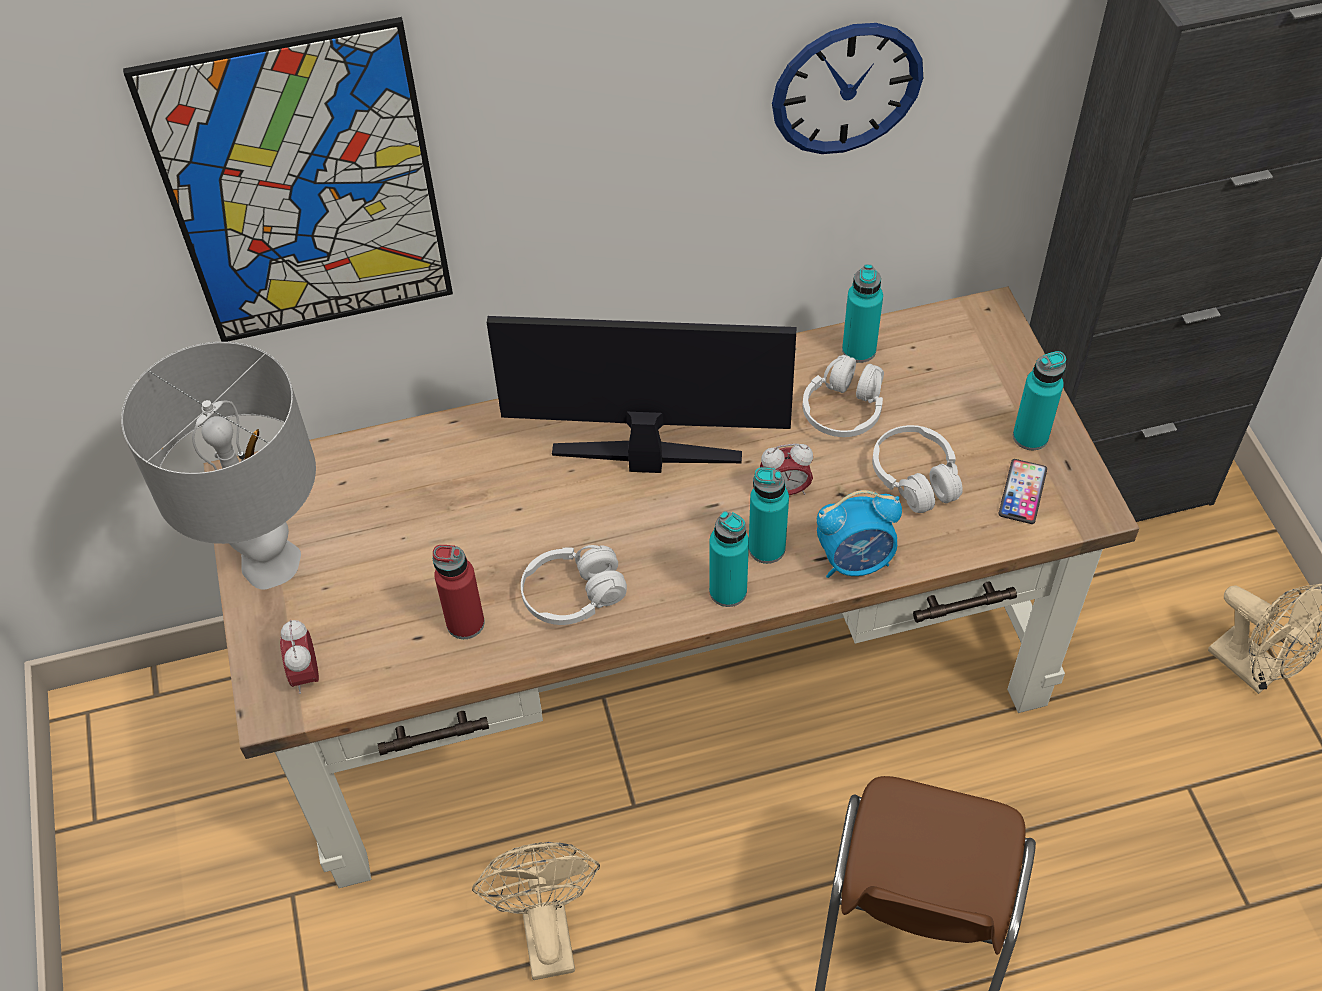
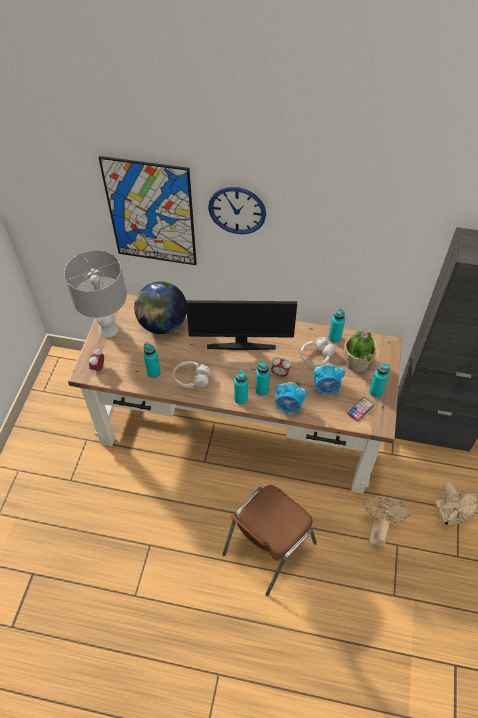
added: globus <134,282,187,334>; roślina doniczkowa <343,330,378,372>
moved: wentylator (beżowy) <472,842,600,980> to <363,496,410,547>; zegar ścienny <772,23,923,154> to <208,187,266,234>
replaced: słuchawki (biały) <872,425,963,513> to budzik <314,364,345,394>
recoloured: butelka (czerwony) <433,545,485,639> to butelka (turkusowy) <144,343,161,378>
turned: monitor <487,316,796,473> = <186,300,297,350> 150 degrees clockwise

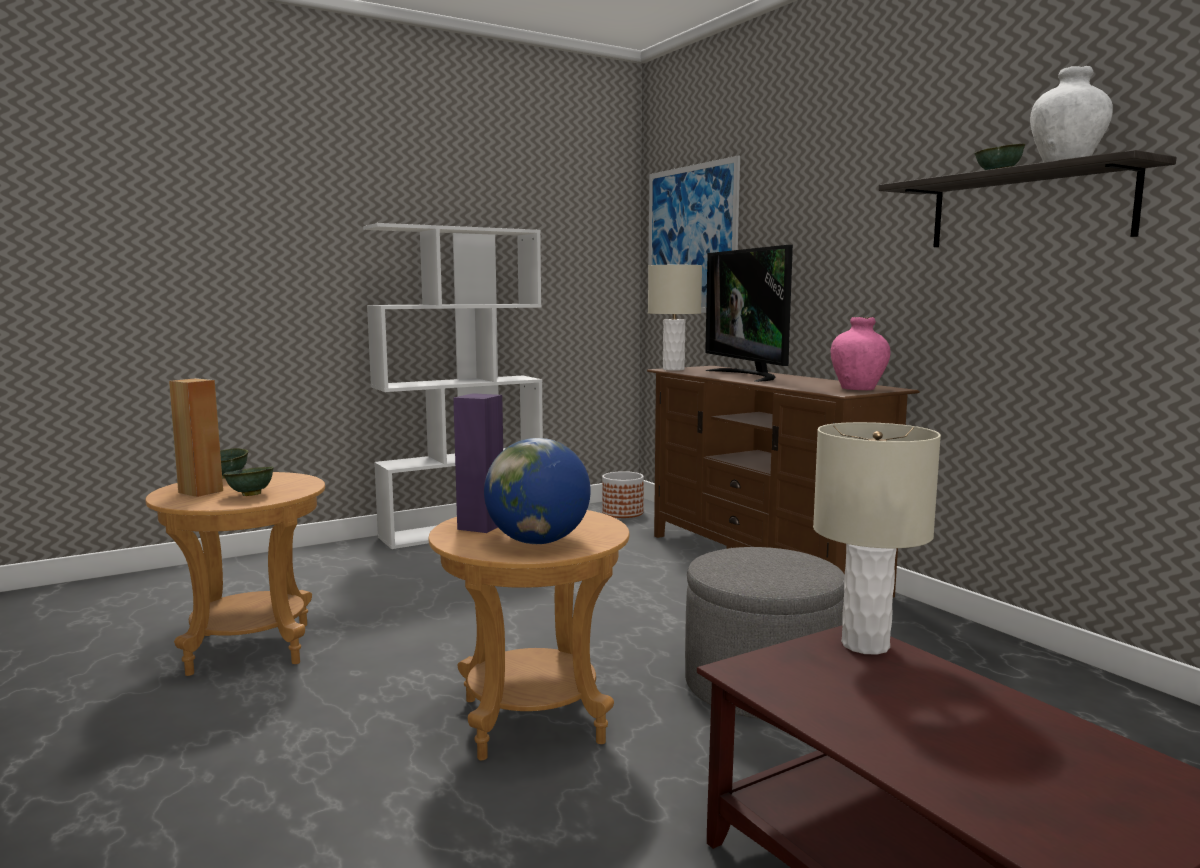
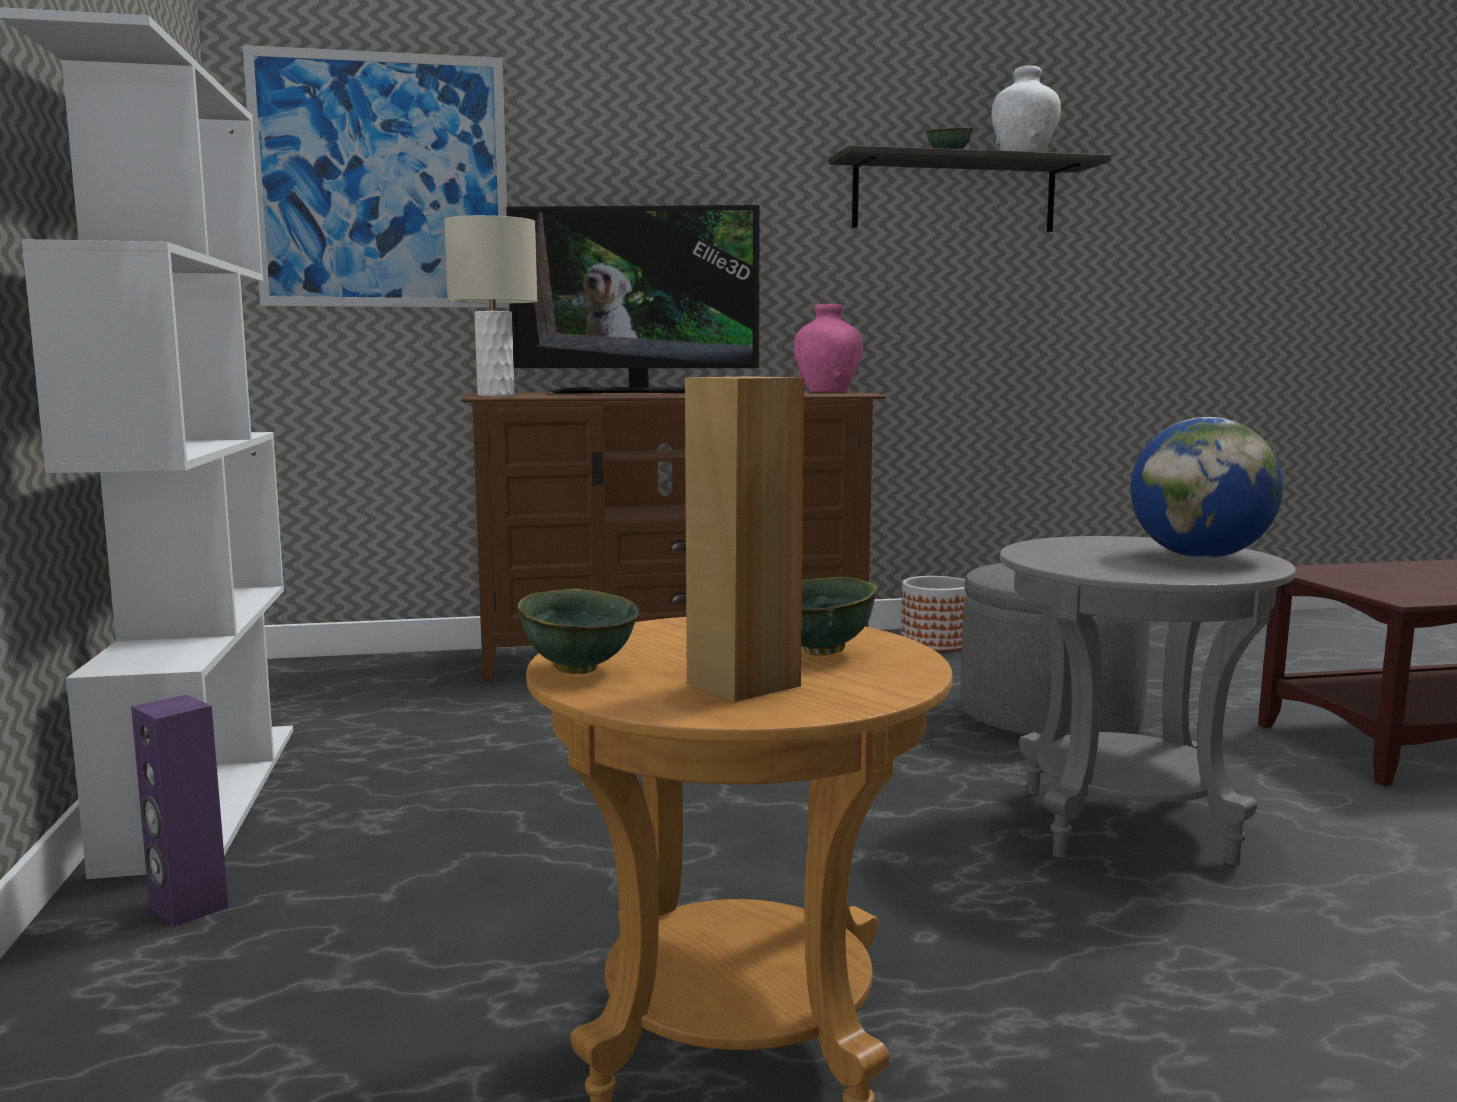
removed: lampa stołowa (beżowy) <813,422,941,655>
moved: głośnik (fioletowy) <453,393,503,533> to <131,695,229,927>; donica <602,471,644,518> to <901,576,966,652>
recoloured: stolik (brązowy) <429,510,630,760> to stolik (szary) <1000,536,1296,866>

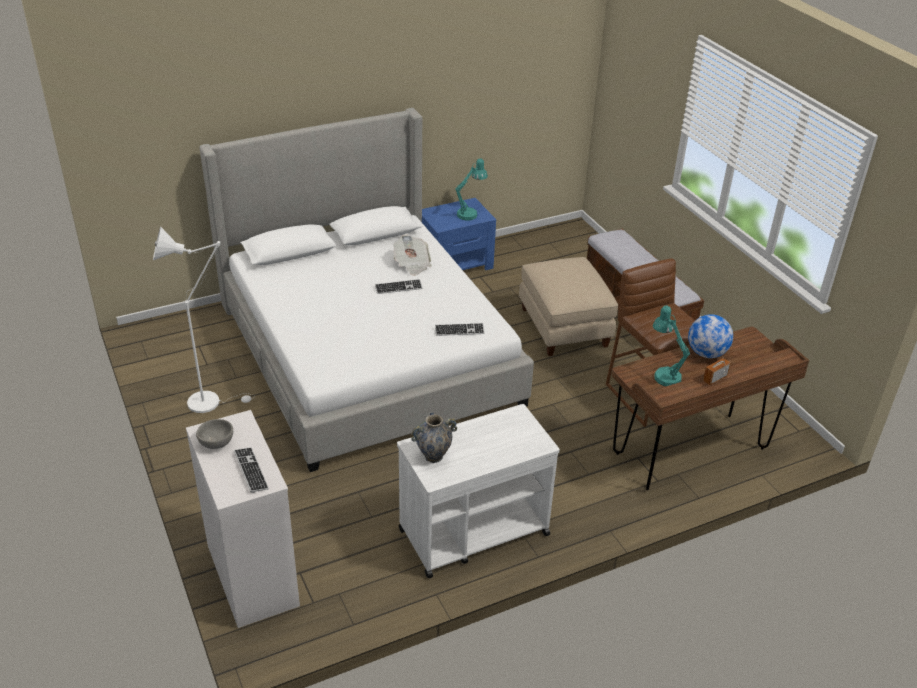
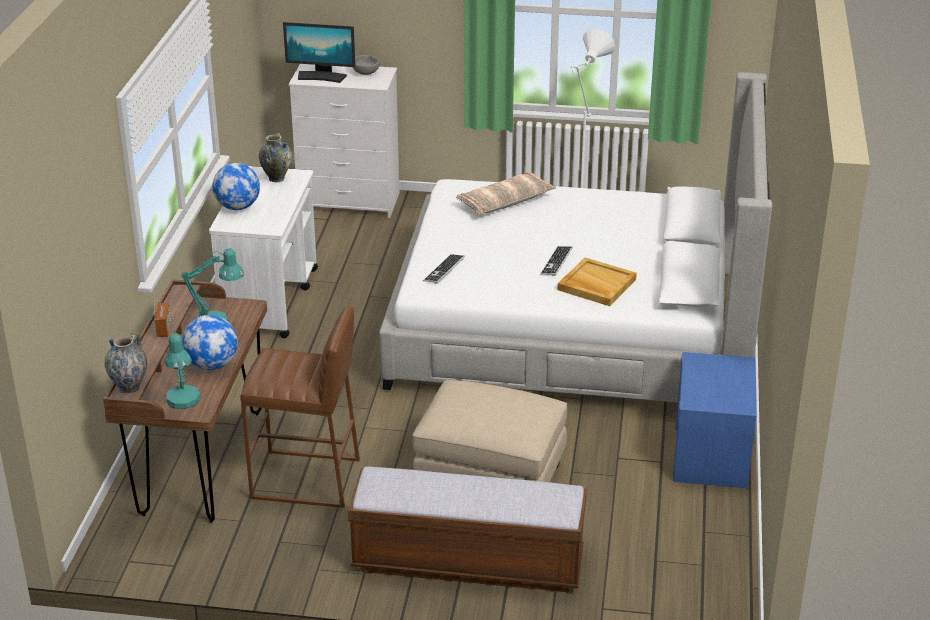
added: wazon <104,332,147,394>; globus <212,163,260,210>; poduszka <456,171,556,215>
moved: lampa stołowa (turkusowy) <455,159,488,220> to <164,329,200,409>
replaced: klawiatura <234,447,269,493> to monitor <283,22,355,83>; gazeta <393,235,432,276> to taca (beżowy) <557,258,637,306>

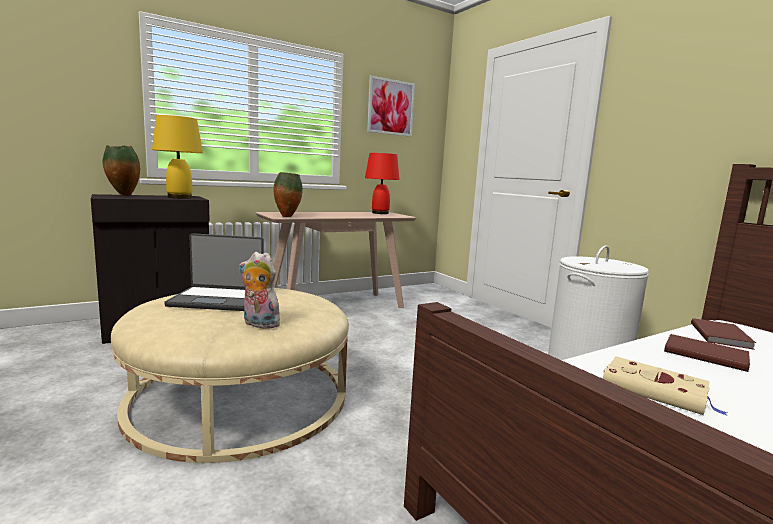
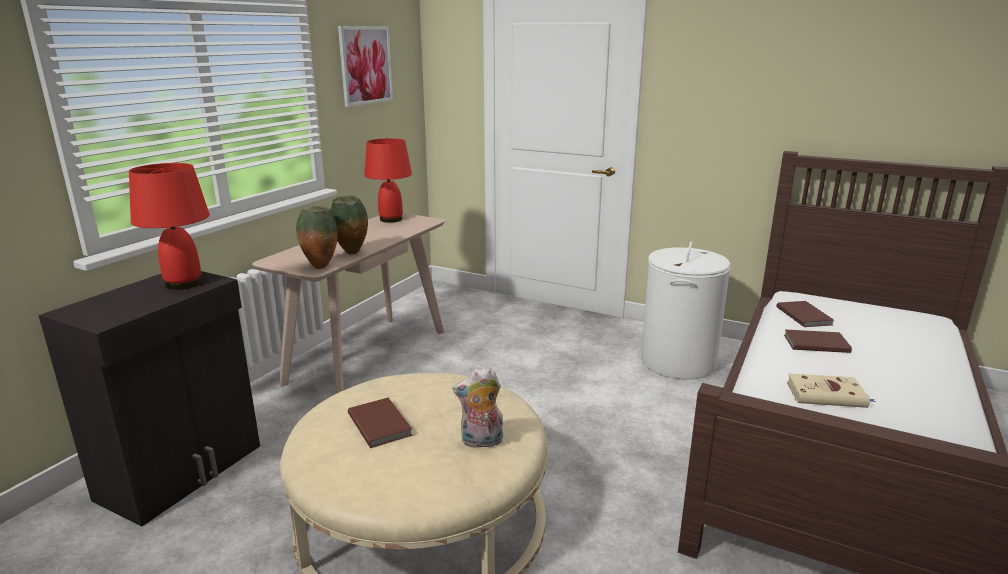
moved: wazon <102,145,140,196> to <331,196,368,255>
replaced: laptop <164,233,264,311> to książka (brązowy) <348,398,413,448>
recoloured: lampa stołowa (żółty) <152,115,203,198> to lampa stołowa (czerwony) <129,163,210,290>

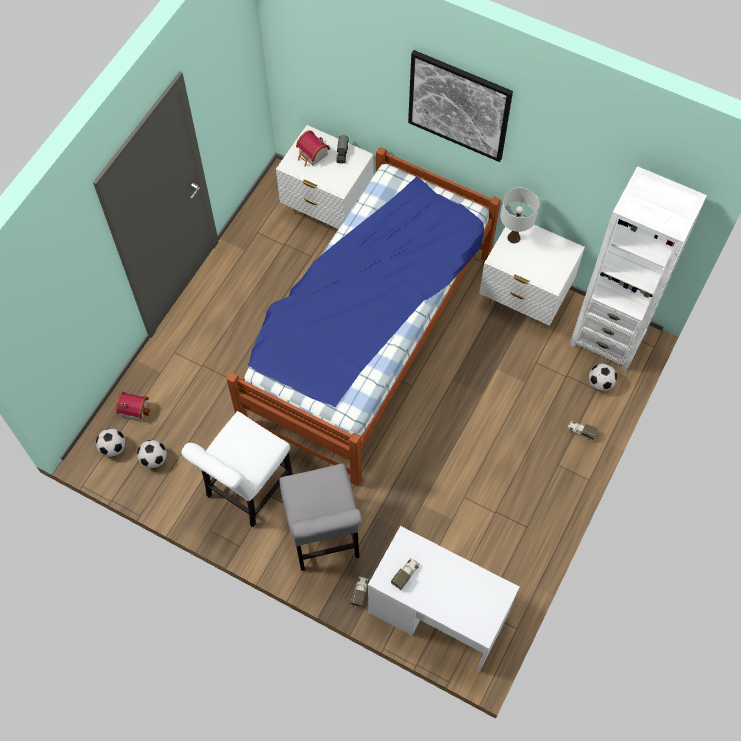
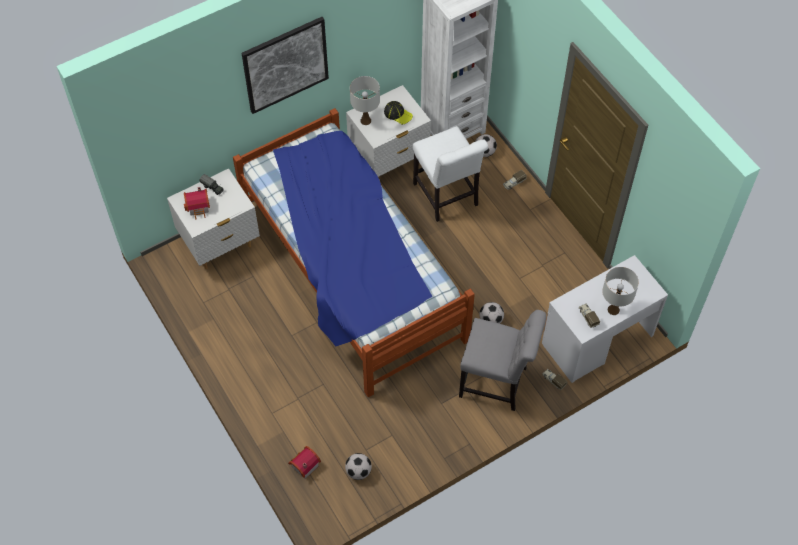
added: czapka z daszkiem <384,101,413,125>; lampa stołowa (biały) <602,267,639,315>
moved: piłka futbolowa <96,428,126,457> to <479,302,504,324>; krzesło (biały) <181,411,293,527> to <413,126,488,222>

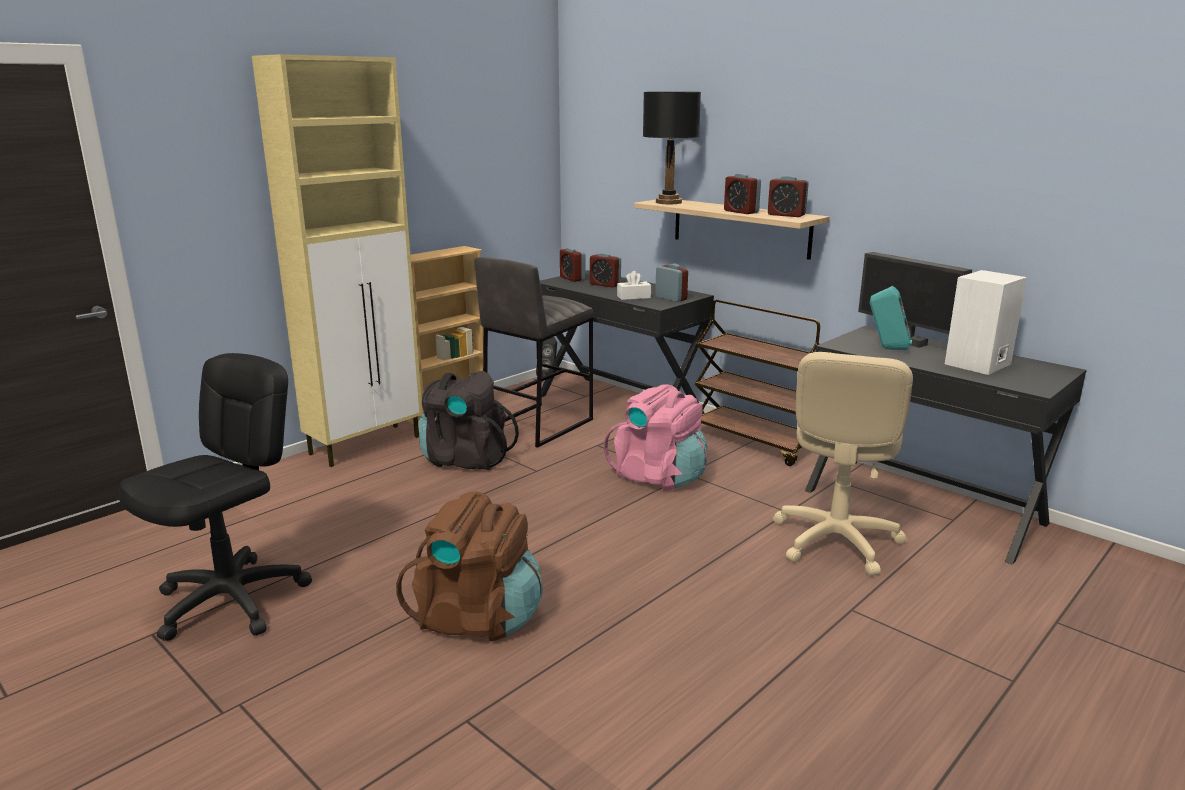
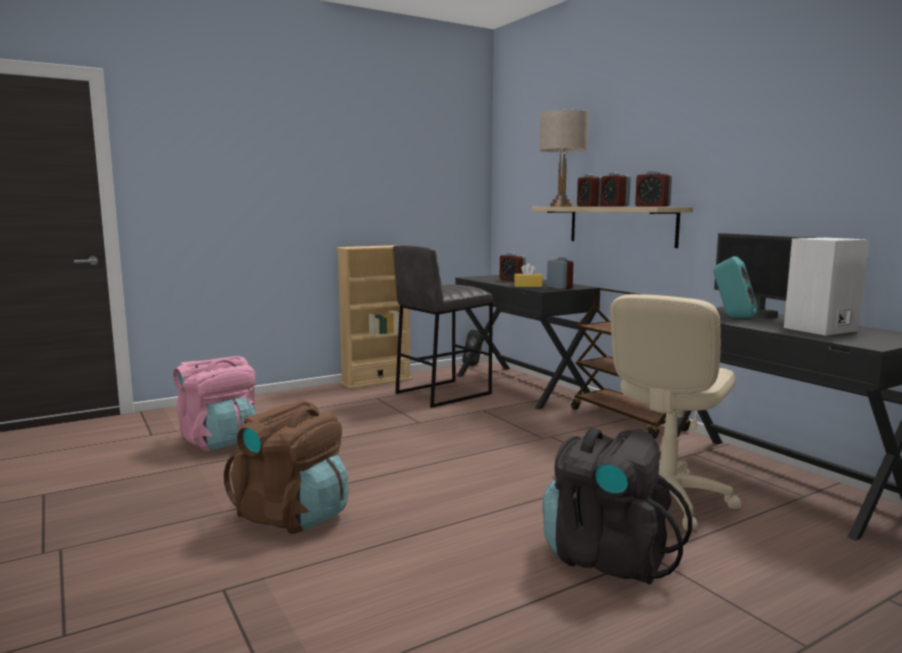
removed: krzesło biurowe (czarny) <119,353,312,641>; szafka (beżowy) <252,54,422,467>
moved: plecak (czarny) <418,371,519,470> to <542,428,692,584>; budzik <560,247,585,282> to <577,174,602,207>; plecak (różowy) <604,384,707,491> to <173,356,256,452>
recoloured: pudełko chusteczek (biały) <617,271,651,300> to pudełko chusteczek (żółty) <514,263,543,287>; lampa stołowa (czarny) <643,92,701,204> to lampa stołowa (beżowy) <539,110,589,207>

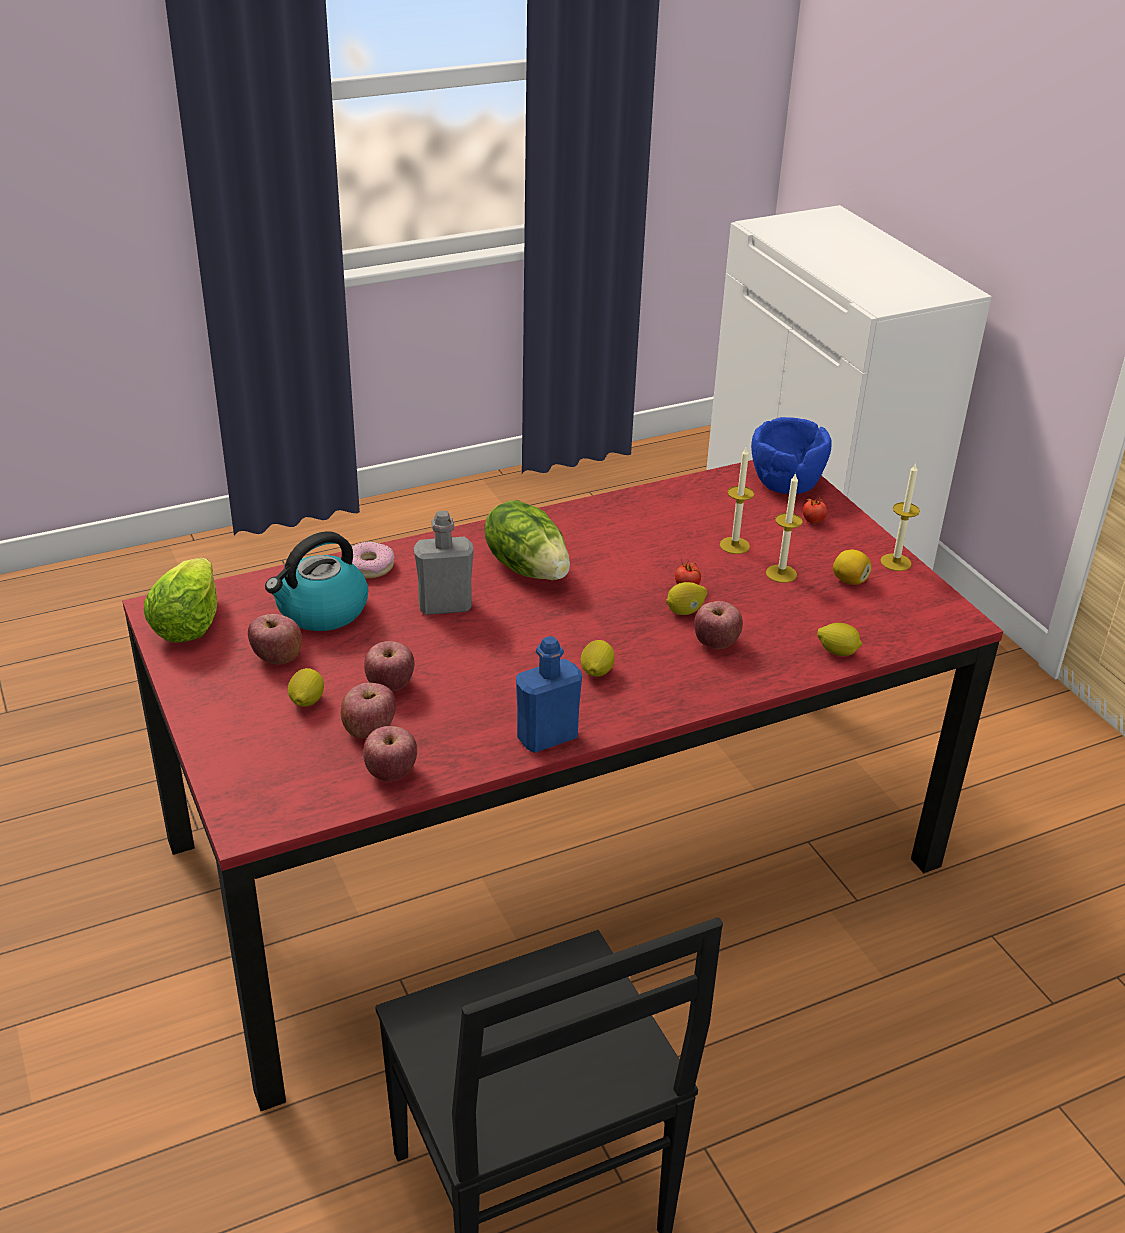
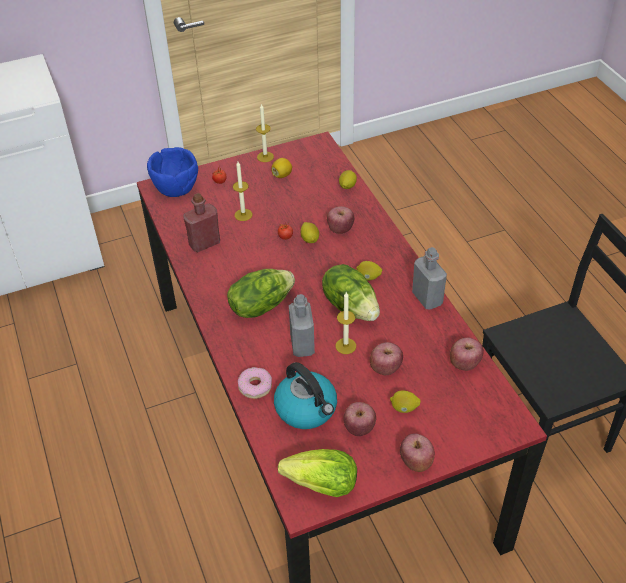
added: butelka (czerwony) <183,193,220,252>; sałata <322,264,380,321>
moved: jabłko <341,683,396,739> to <400,433,435,472>; świeca <766,473,803,583> to <336,292,356,354>
recoloured: butelka (niebieski) <516,636,582,753> to butelka (szary) <412,247,447,309>

